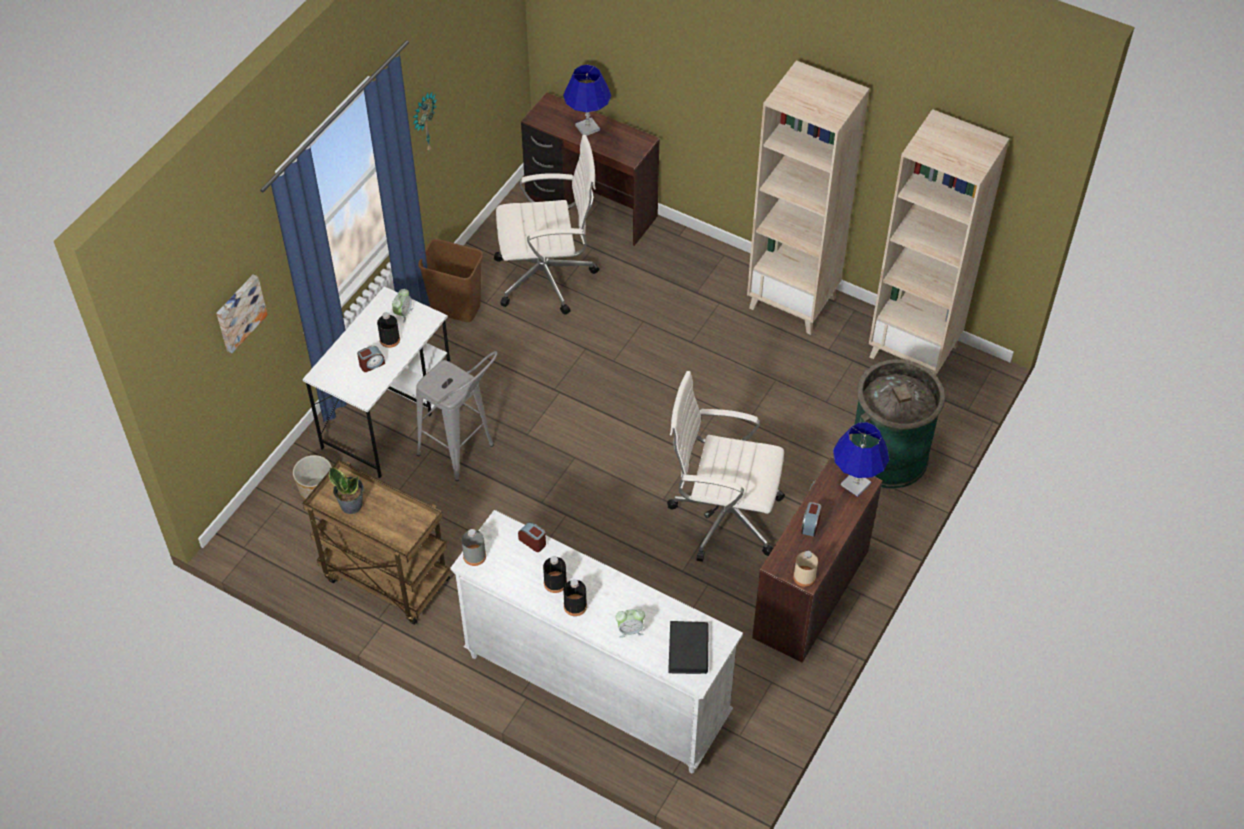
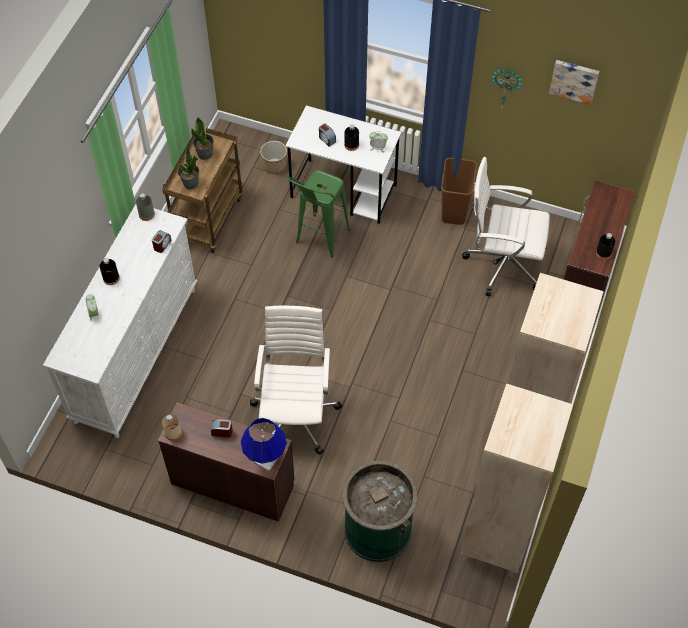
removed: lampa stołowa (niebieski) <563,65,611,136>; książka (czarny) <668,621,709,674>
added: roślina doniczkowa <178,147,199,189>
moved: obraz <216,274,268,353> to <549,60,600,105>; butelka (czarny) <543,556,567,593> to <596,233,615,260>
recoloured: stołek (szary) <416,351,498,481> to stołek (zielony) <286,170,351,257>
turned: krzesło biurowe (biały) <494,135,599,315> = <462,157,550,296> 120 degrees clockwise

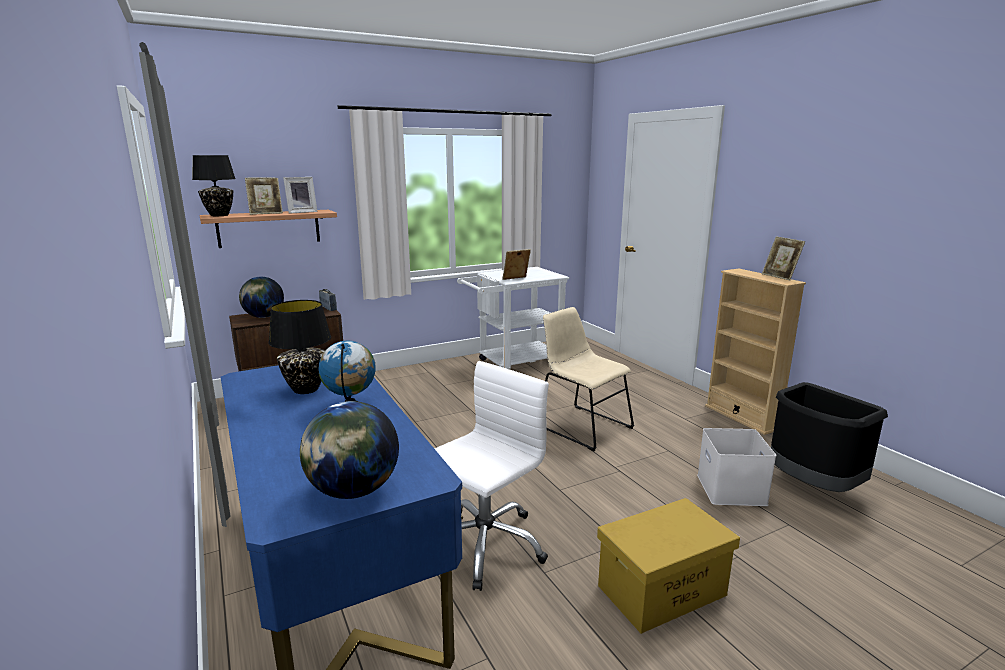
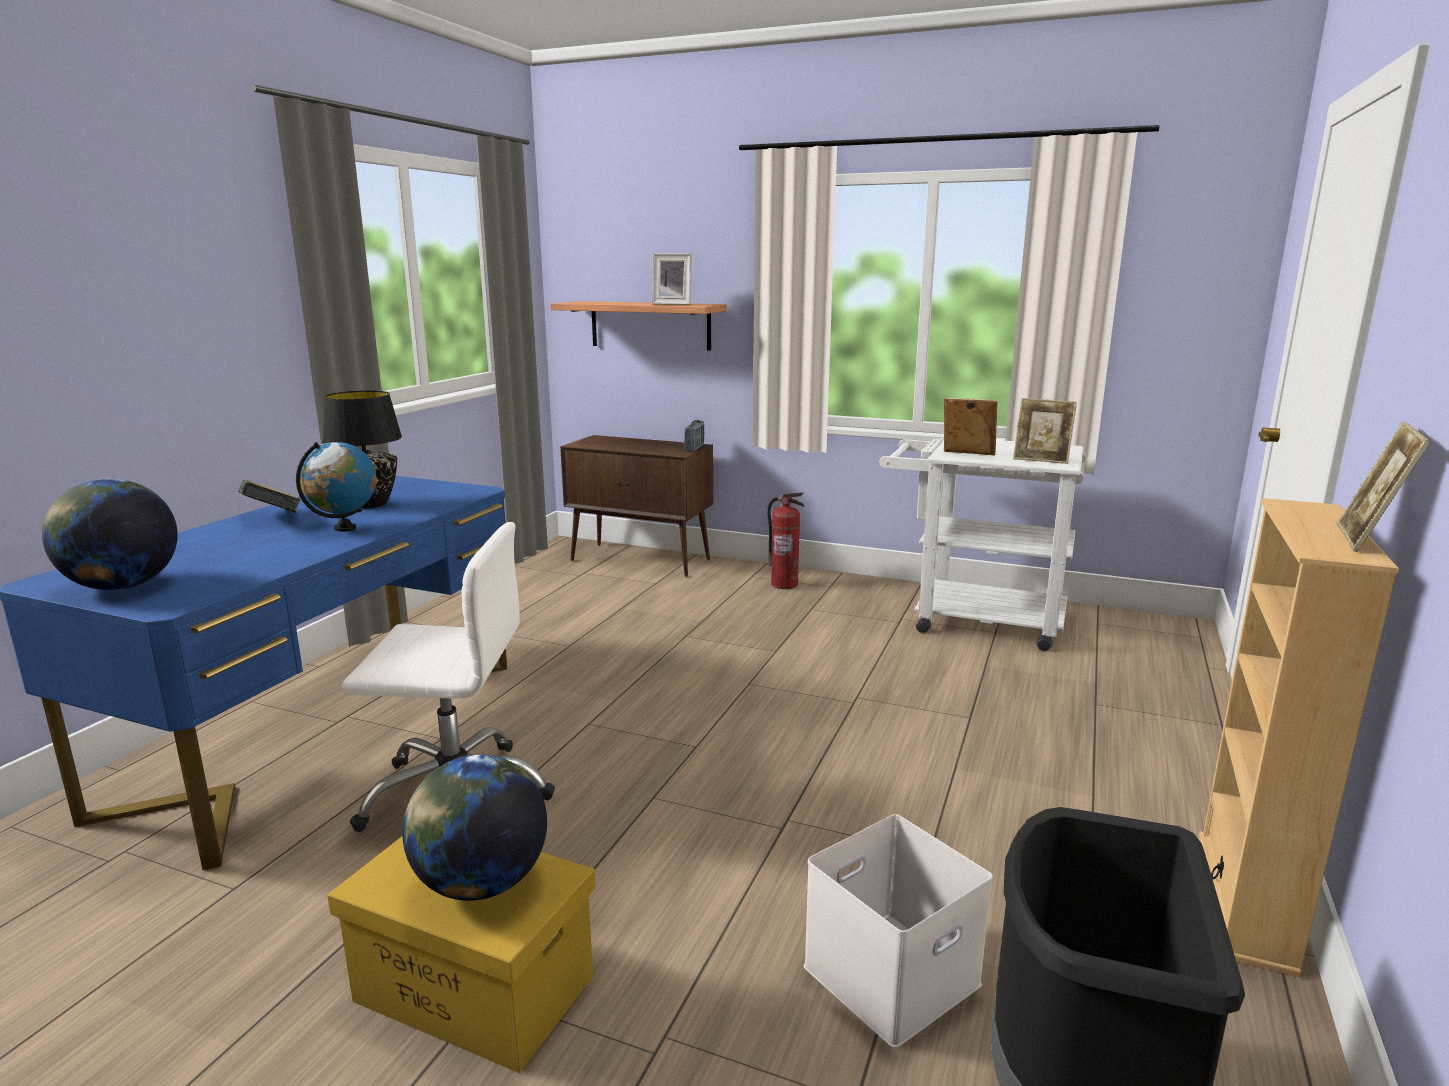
removed: lampa stołowa (czarny) <192,155,235,216>; krzesło (beżowy) <543,307,634,451>
added: książka <238,480,302,512>; gaśnica <767,492,805,589>
moved: globus <239,277,284,318> to <402,755,547,901>; ramka na zdjęcie <245,178,283,215> to <1013,398,1077,464>

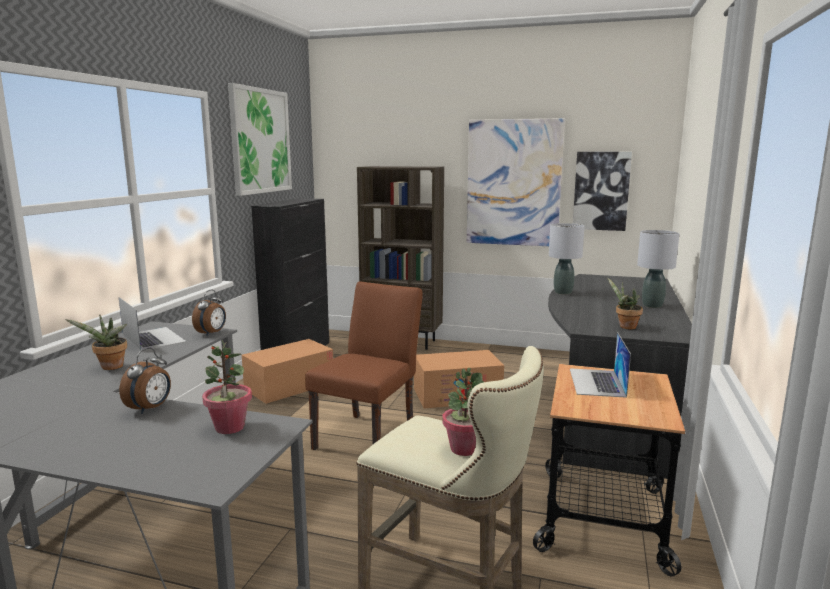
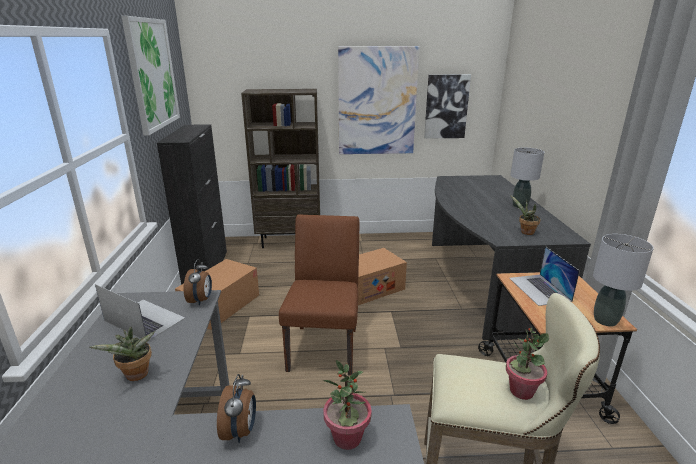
moved: lampa stołowa (szary) <549,223,585,295> to <593,234,654,327>

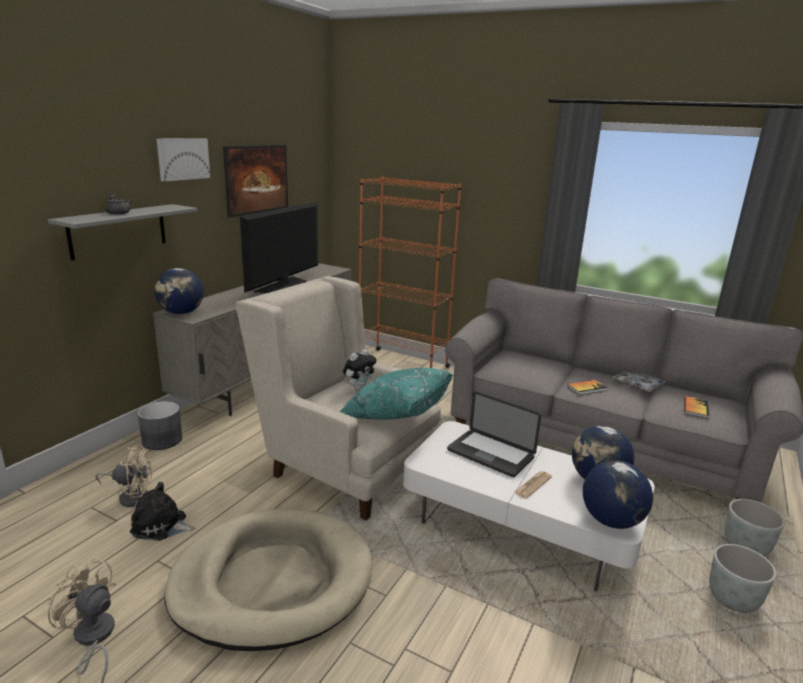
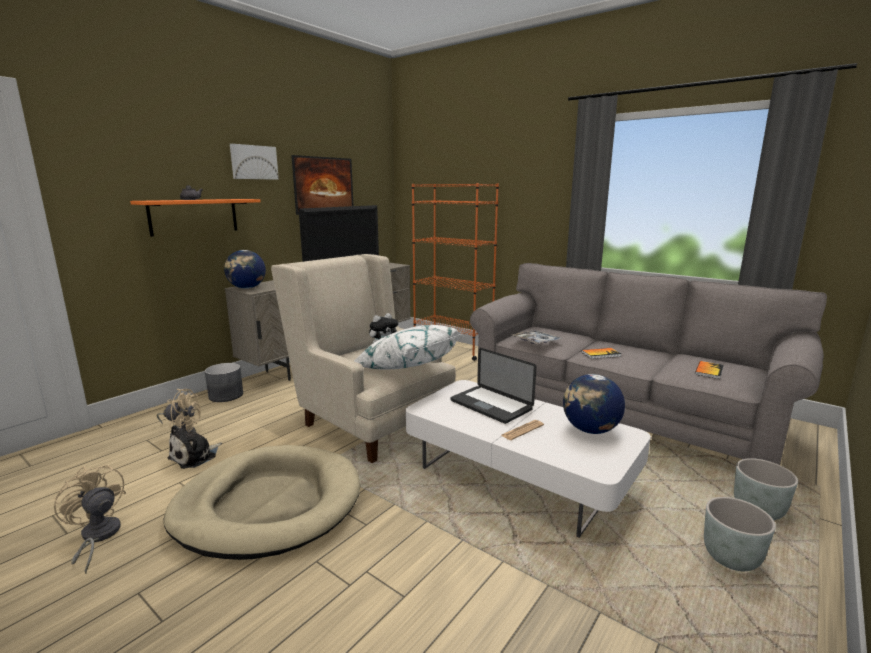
removed: globus <583,460,653,529>
moved: taca <612,371,666,392> to <513,330,563,344>
recoloured: półka (szary) <48,204,197,260> to półka (pomarańczowy) <130,199,261,237>; poduszka (turkusowy) <340,368,453,420> to poduszka (biały) <354,325,461,369>
turned: pluszak <130,482,196,541> = <167,425,222,469> 75 degrees counterclockwise

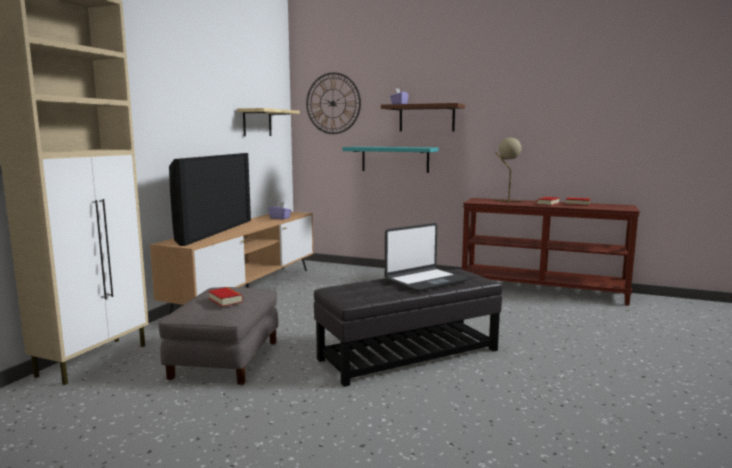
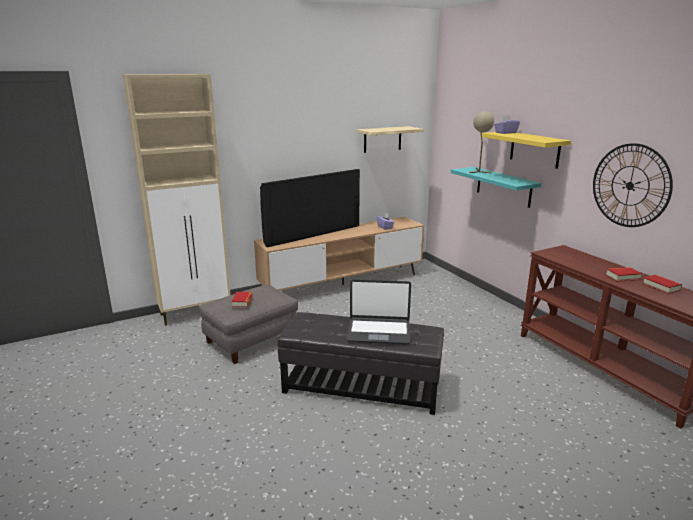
moved: zegar ścienny <306,72,361,134> to <593,143,673,227>; lampa stołowa (beżowy) <495,138,522,204> to <469,111,494,173>
recoloured: półka (brązowy) <381,103,465,131> to półka (żółty) <482,132,571,169>

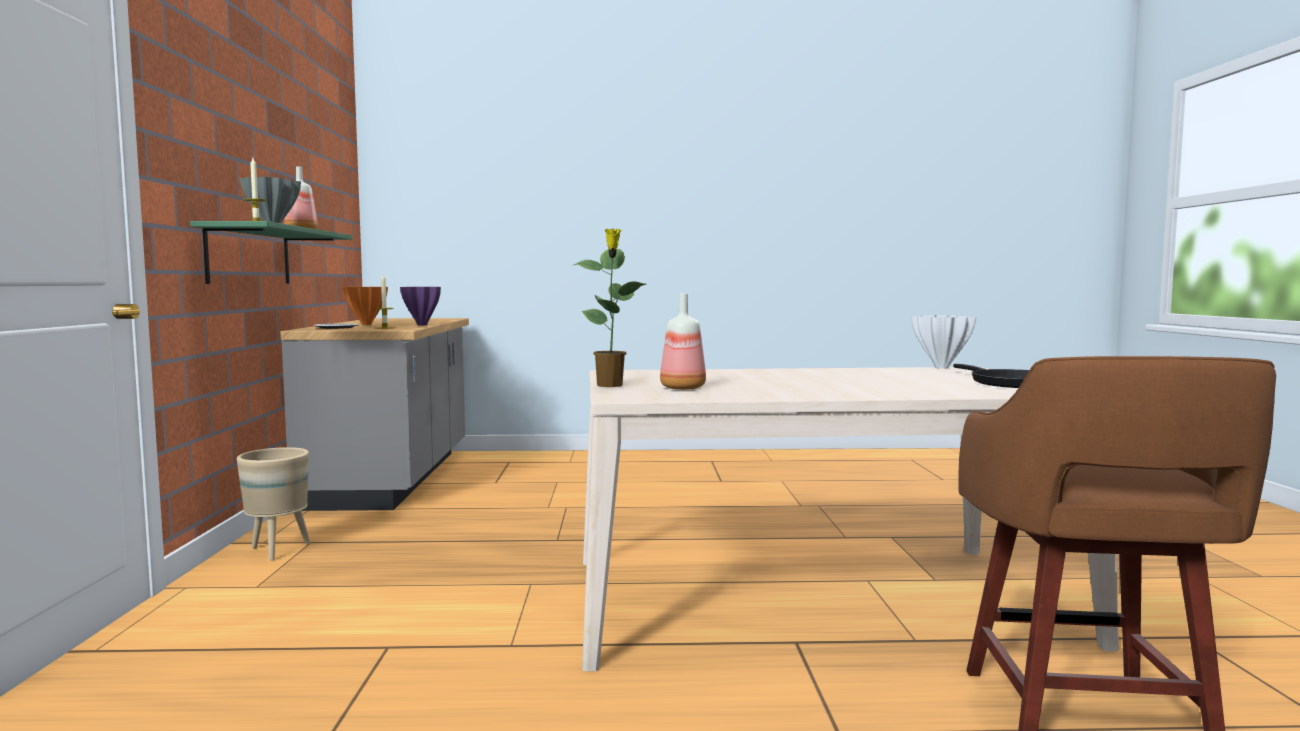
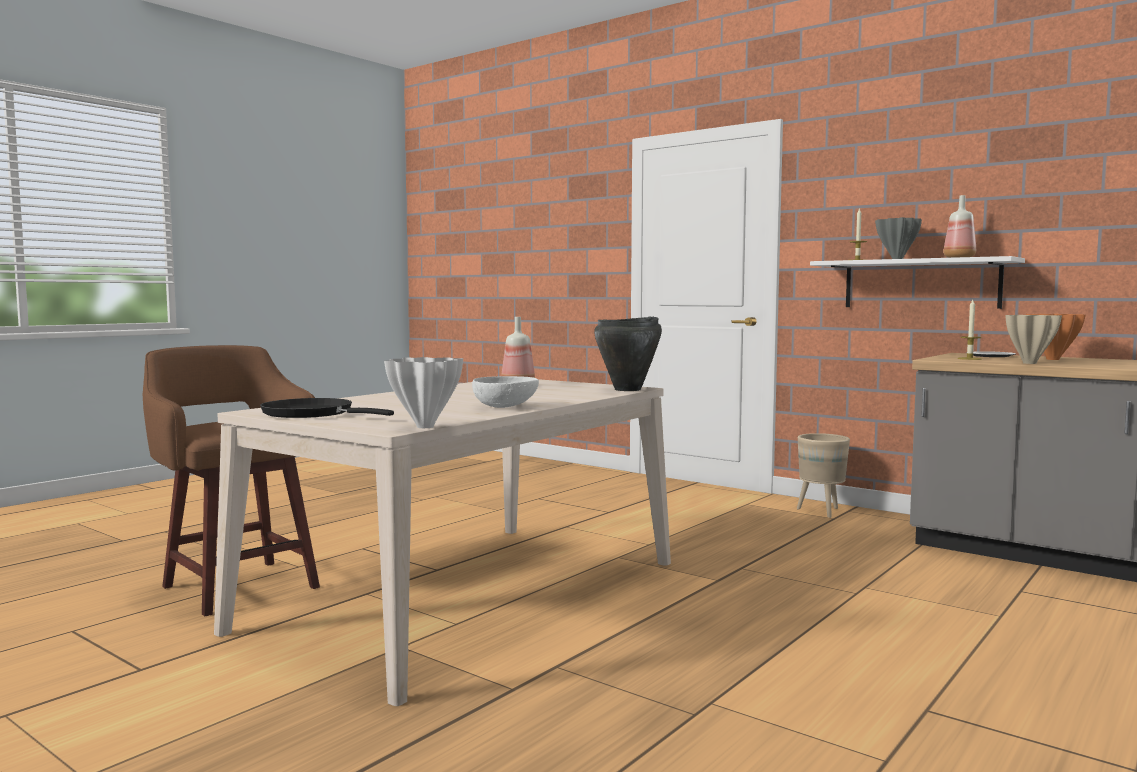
removed: roślina doniczkowa <573,229,646,387>
added: miska (biały) <472,376,539,408>; garnek (czarny) <594,316,662,391>
recoloured: półka (zielony) <190,221,352,284> to półka (biały) <810,256,1025,309>; wazon (fioletowy) <400,287,441,325> to wazon (beżowy) <1005,315,1062,364>

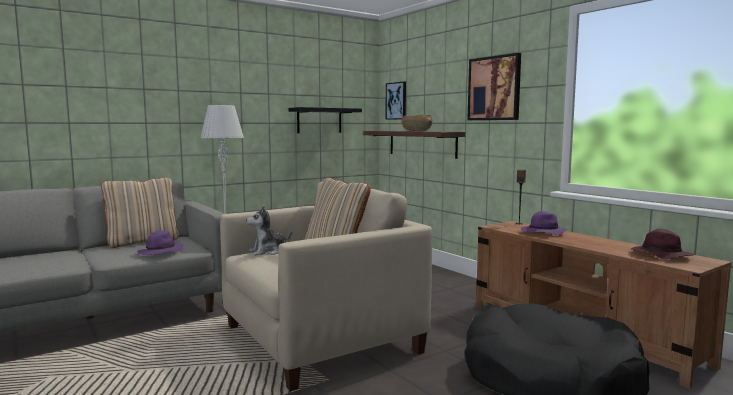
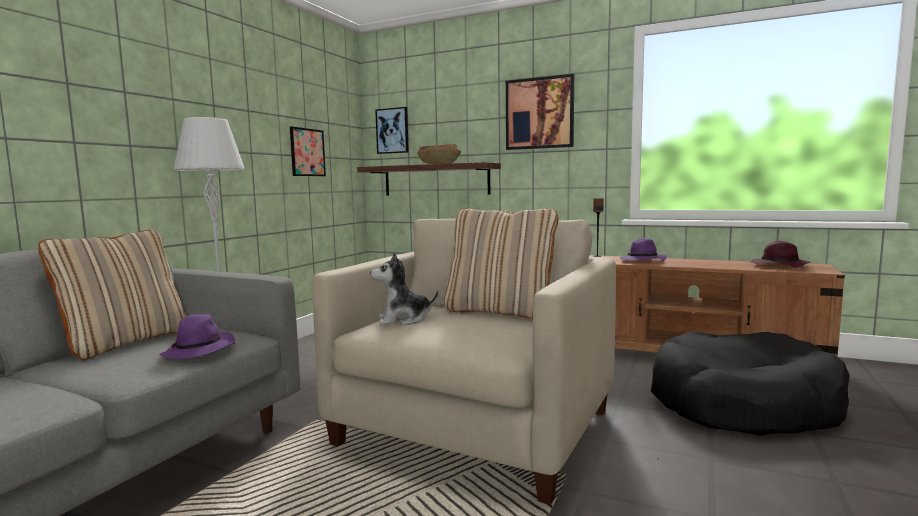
replaced: półka (czarny) <289,107,362,133> to obraz <290,126,326,176>
turned: pluszak <246,206,292,256> = <370,252,439,325> 45 degrees clockwise

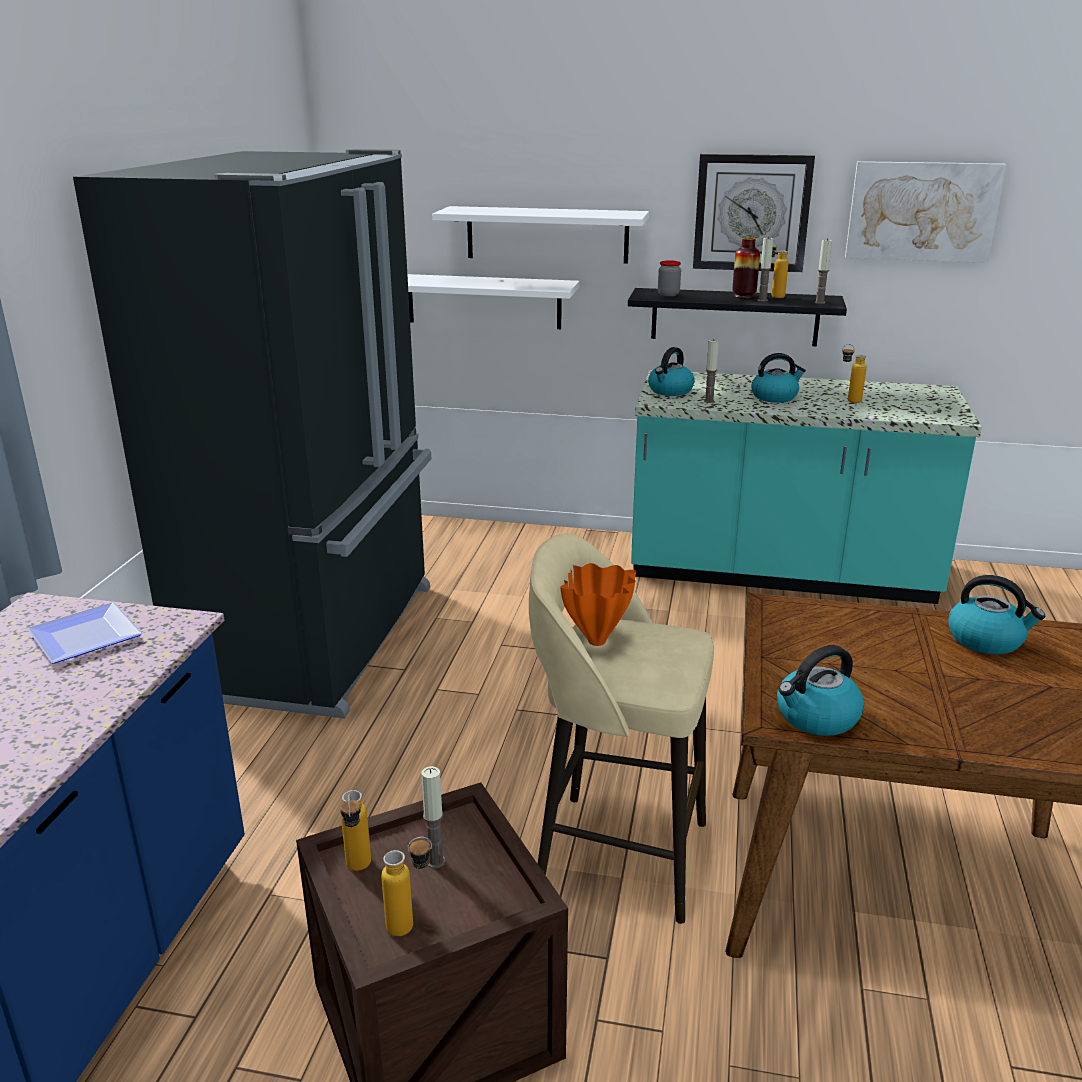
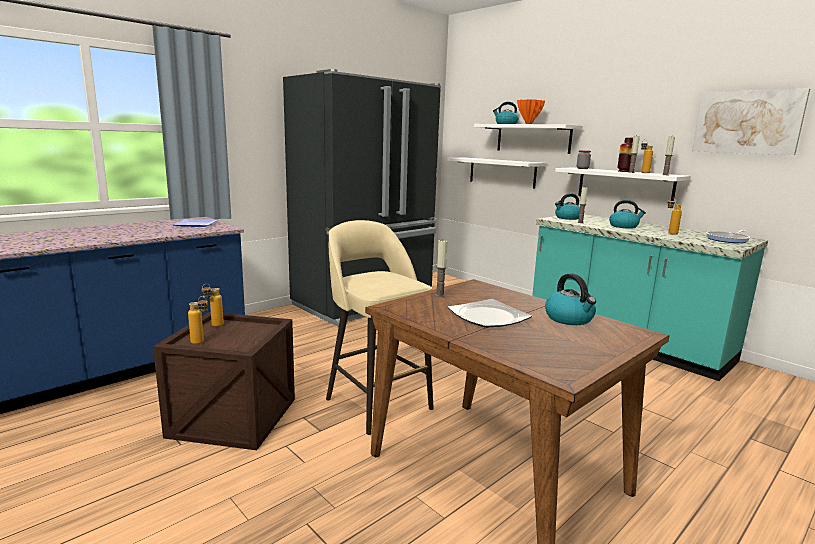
removed: zegar ścienny <693,154,815,272>
added: talerz <448,299,532,328>; patelnia <706,230,750,243>
moved: świeca <421,766,446,869> to <435,240,447,297>; wazon (pomarańczowy) <560,563,636,646> to <517,99,545,124>; czajnik <777,645,864,736> to <493,102,518,124>
recoloured: półka (czarny) <628,288,847,346> to półka (biały) <555,168,691,201>

